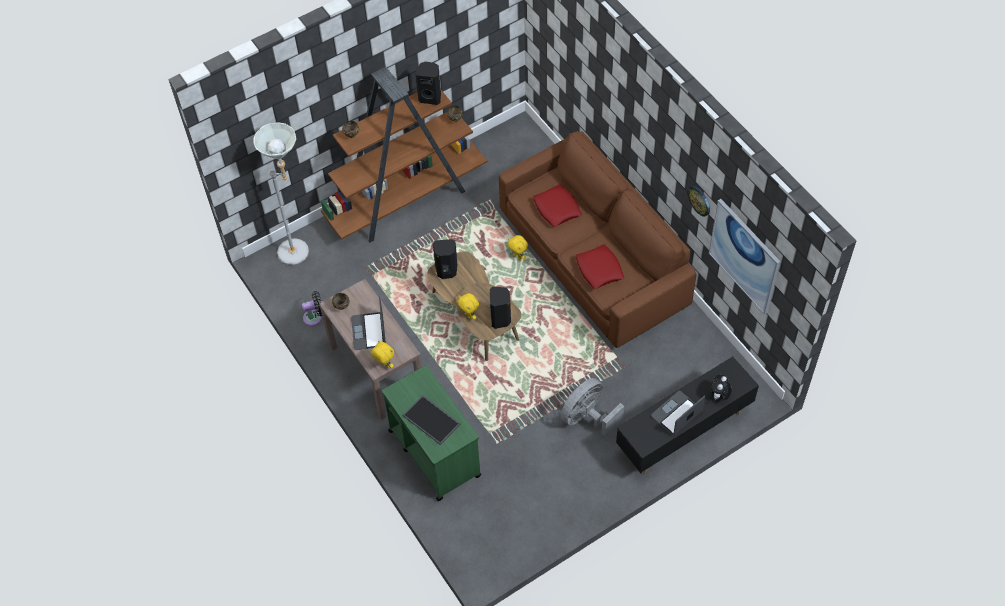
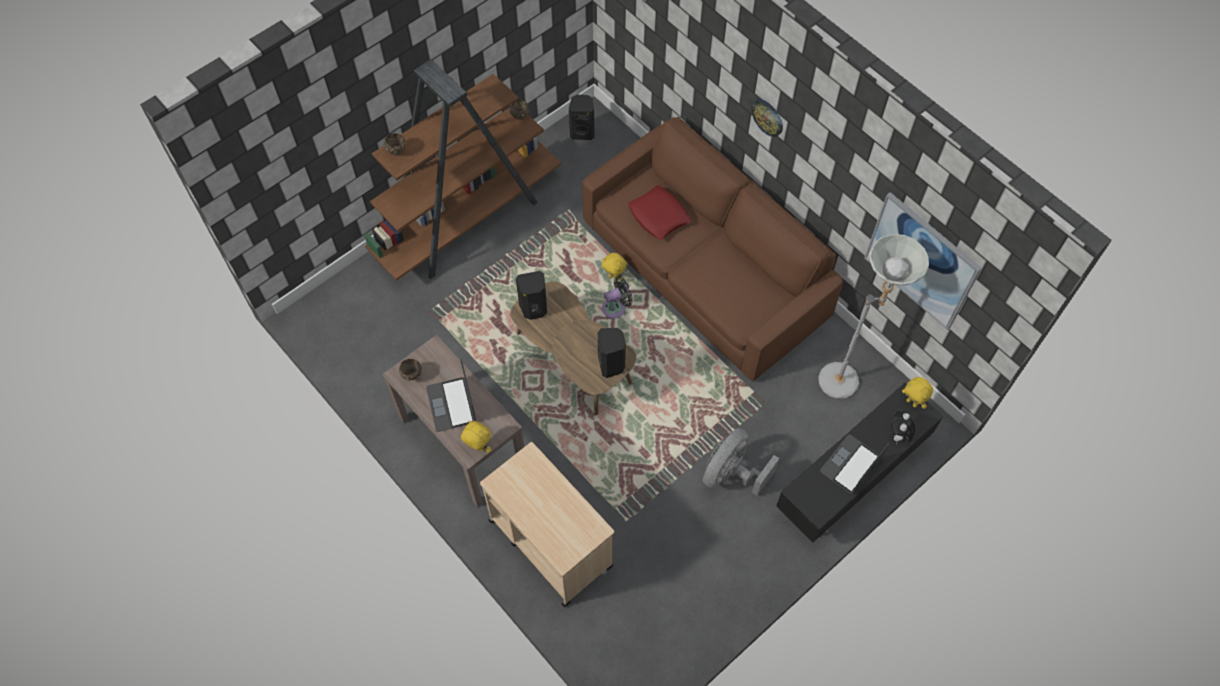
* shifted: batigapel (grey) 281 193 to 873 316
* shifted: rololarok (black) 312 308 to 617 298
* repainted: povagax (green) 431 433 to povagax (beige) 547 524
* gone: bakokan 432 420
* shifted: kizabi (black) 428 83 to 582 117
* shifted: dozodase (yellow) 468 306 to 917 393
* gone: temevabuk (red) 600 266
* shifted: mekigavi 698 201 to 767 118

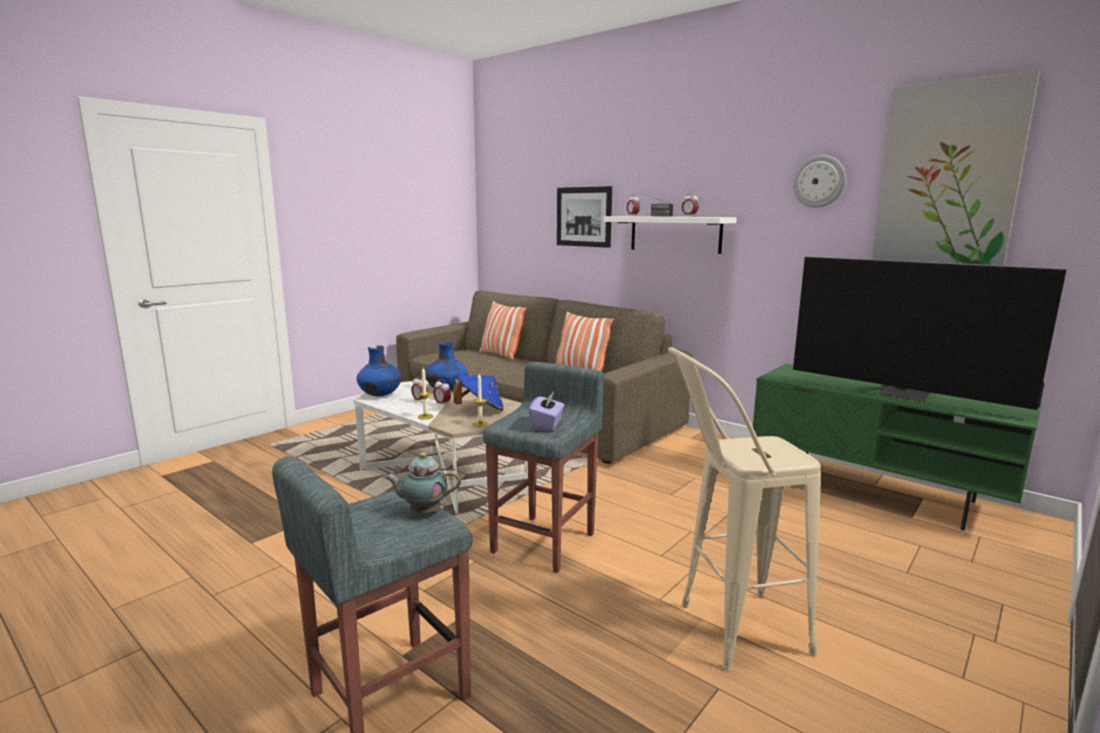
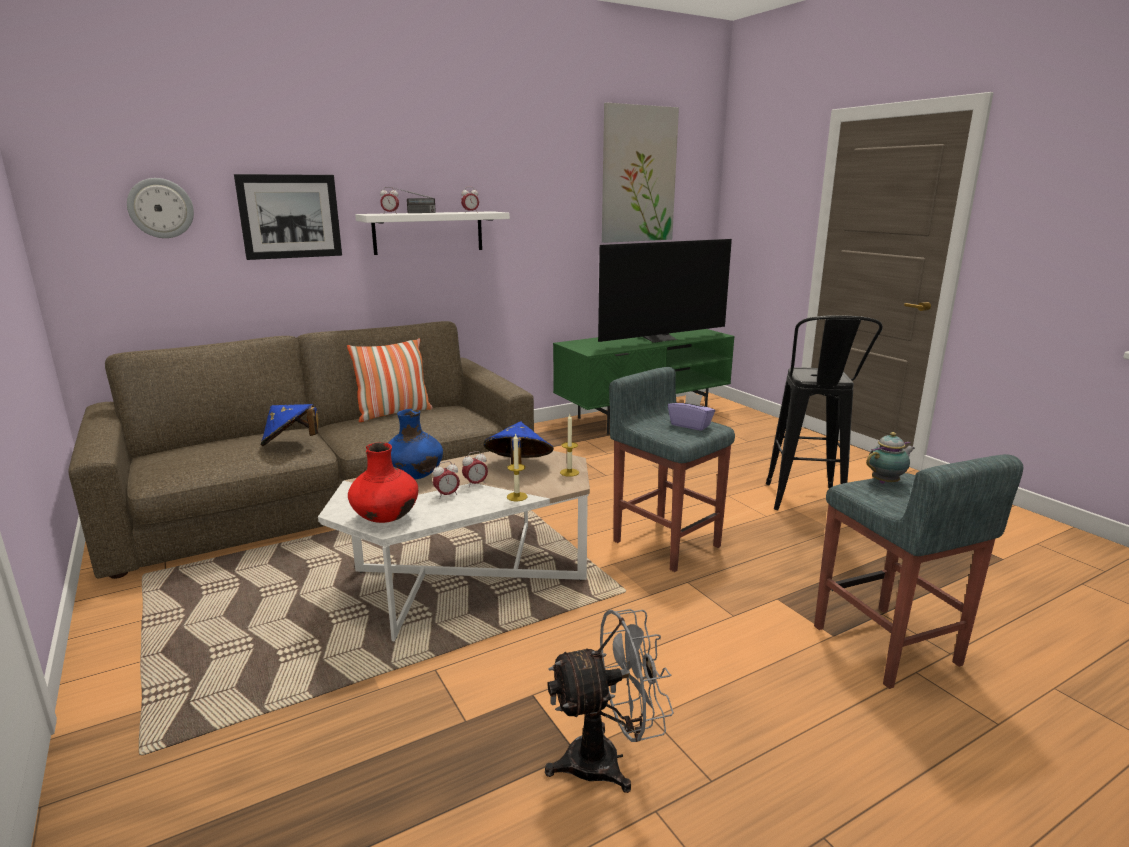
* repainted: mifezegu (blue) 379 371 to mifezegu (red) 383 482
* rotated: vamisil 422 483 = 890 458 135 degrees counterclockwise
* gone: temevabuk 502 330
* repainted: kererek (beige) 744 509 to kererek (black) 824 412
* shifted: mekigavi 819 181 to 160 208
* new: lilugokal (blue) 289 425
* new: rololarok (grey) 609 701

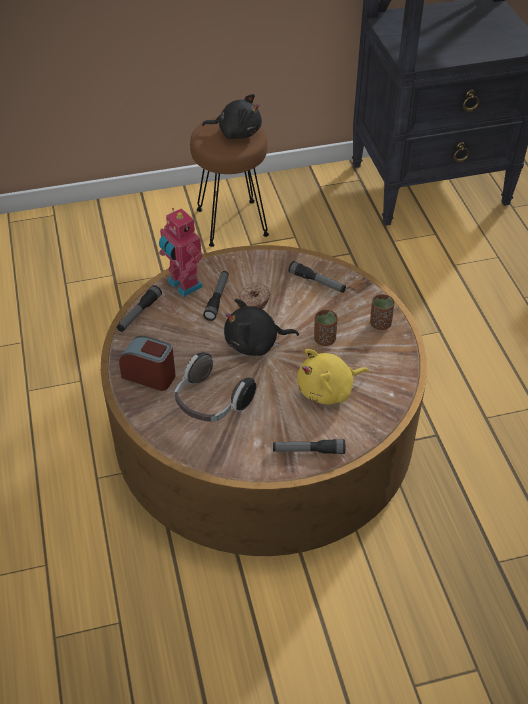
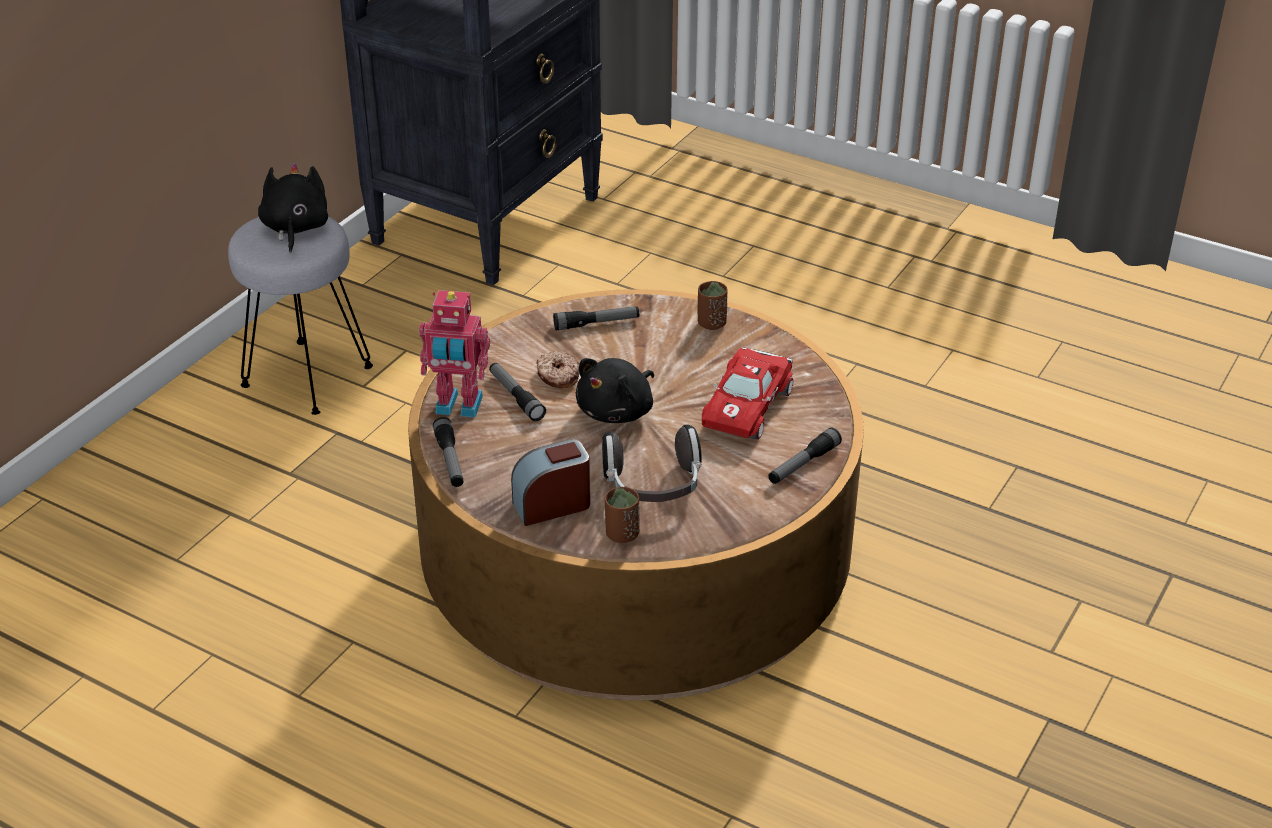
* repainted: kererek (brown) 229 182 to kererek (grey) 300 316
* rotated: dozodase (black) 232 116 = 293 208 60 degrees counterclockwise
* swapped: dozodase (yellow) 333 376 to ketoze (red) 747 393
* shifted: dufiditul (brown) 326 328 to 622 515

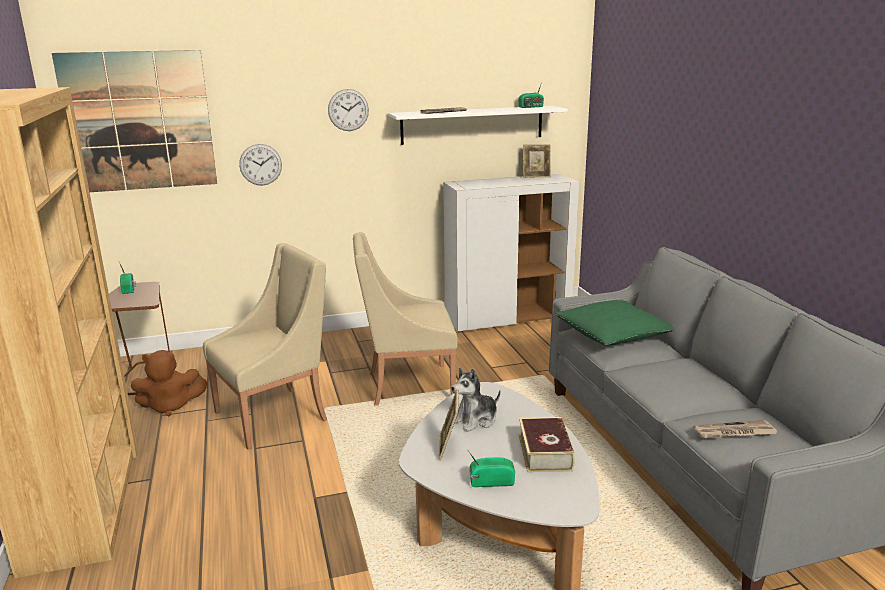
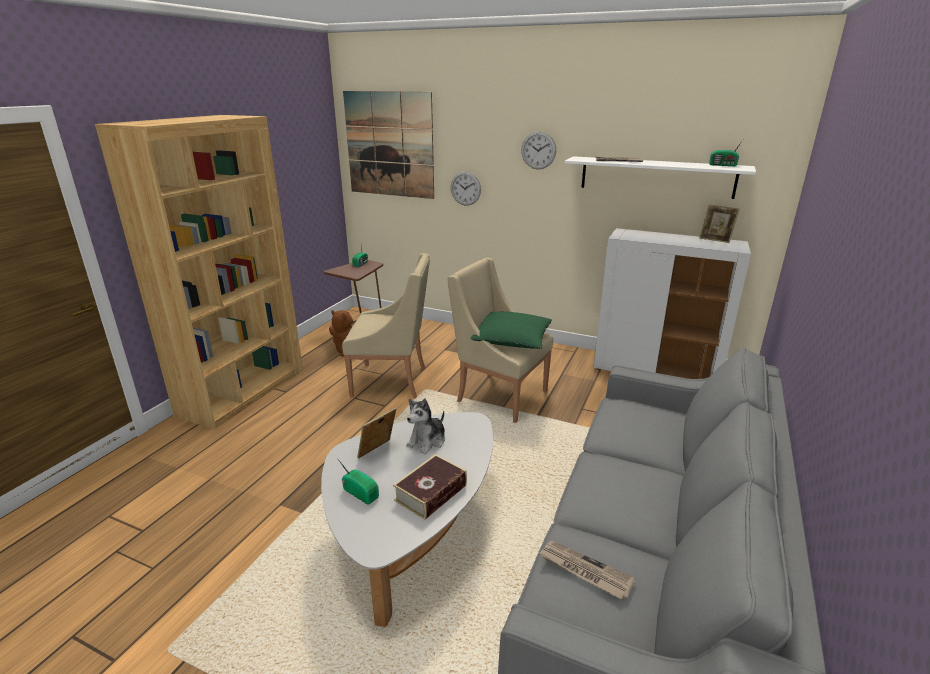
* rotated: dozodase 476 400 = 425 426 60 degrees counterclockwise
* shifted: temevabuk (green) 615 323 to 511 330

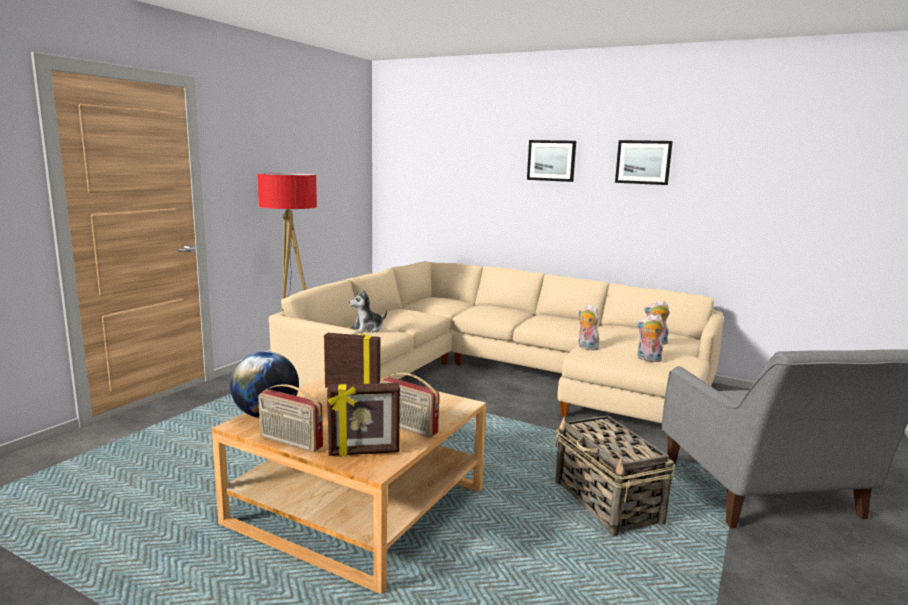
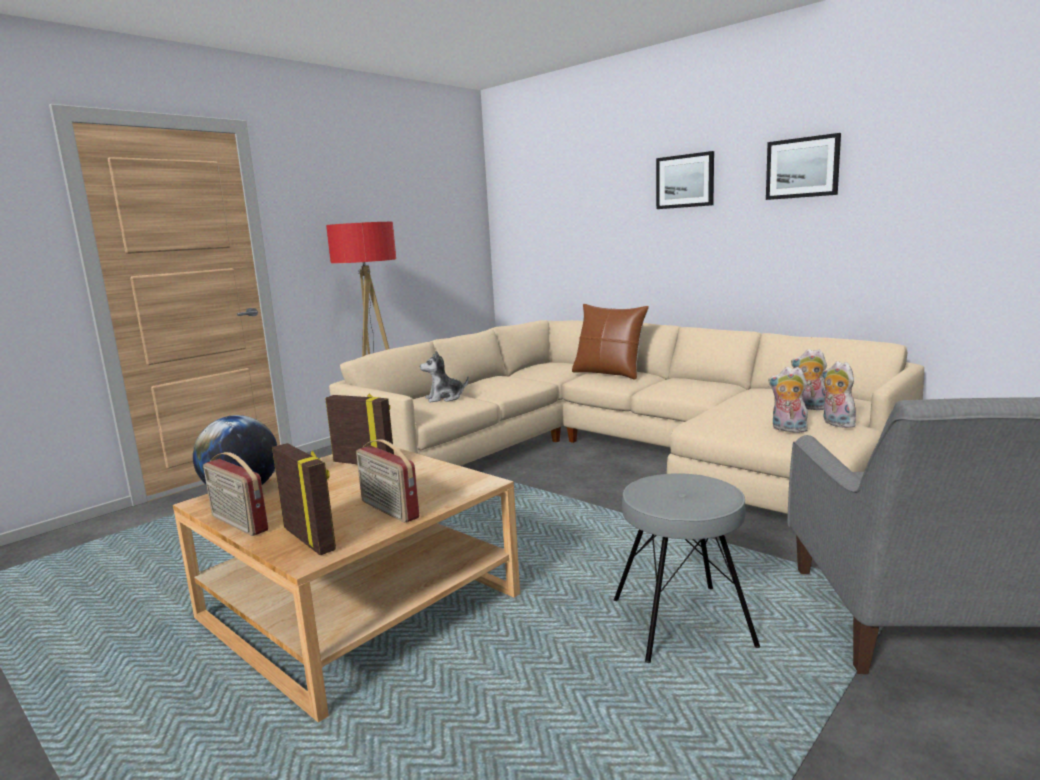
* rotated: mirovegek 363 420 = 304 499 135 degrees counterclockwise
* swapped: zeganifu 615 475 to kererek (grey) 687 568
* shifted: dozodase 589 327 to 841 394
* new: temevabuk (brown) 610 342

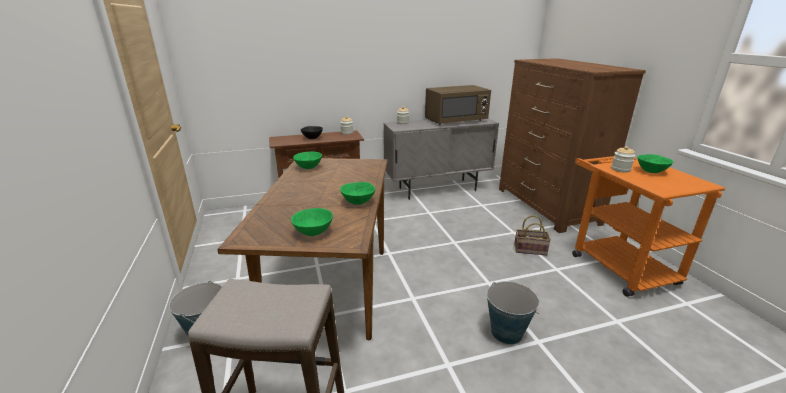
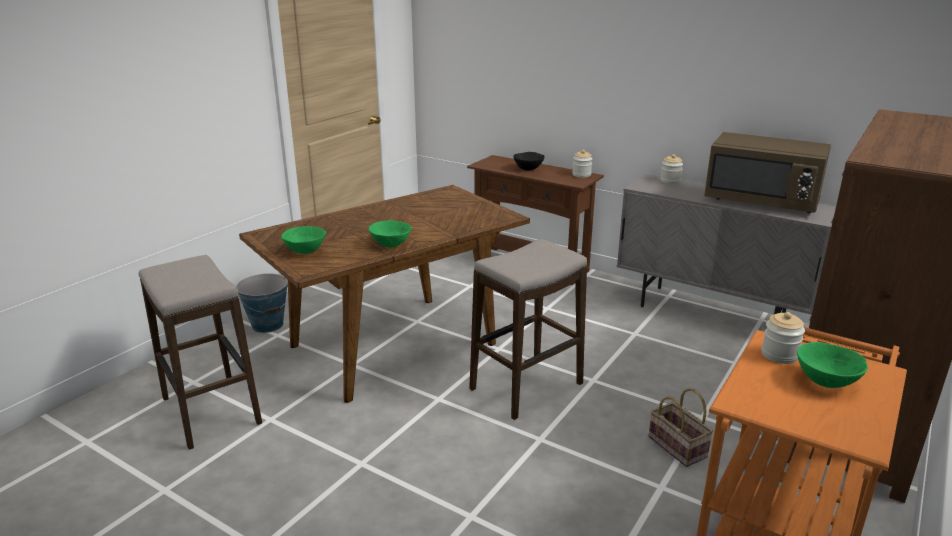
* gone: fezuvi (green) 307 160
* gone: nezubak 513 313
* new: kererek 528 329

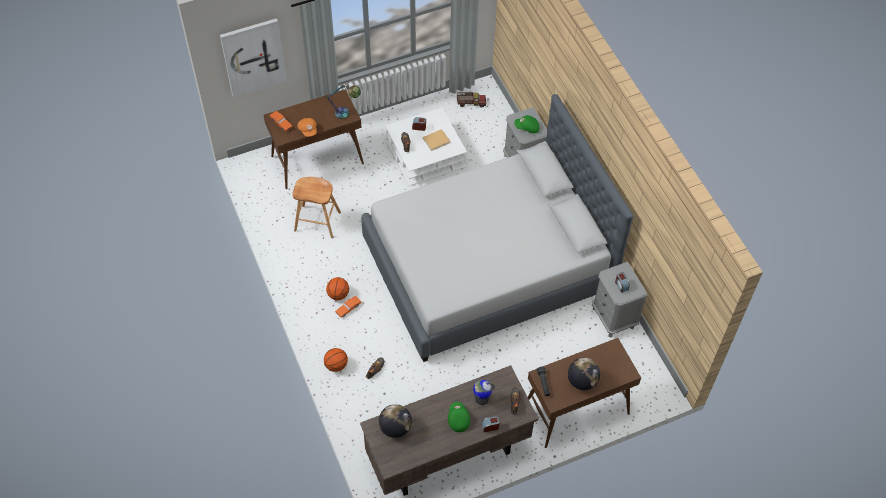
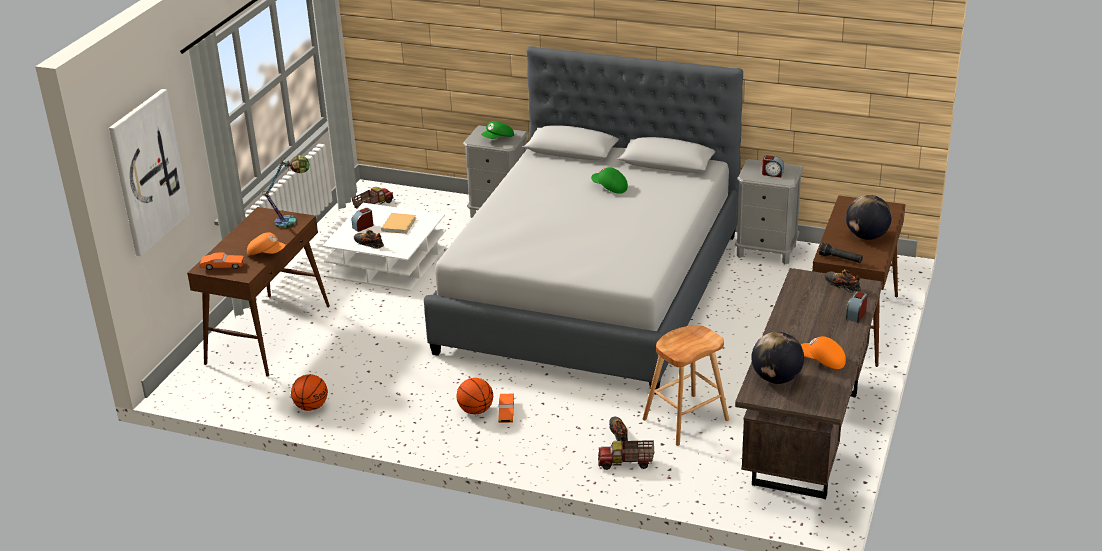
* shifted: kererek (brown) 316 207 to 686 385
* shifted: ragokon 336 360 to 309 392
* shifted: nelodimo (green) 459 417 to 609 180
* gone: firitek 484 392
* new: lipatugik 626 455
* new: nelodimo (orange) 823 352

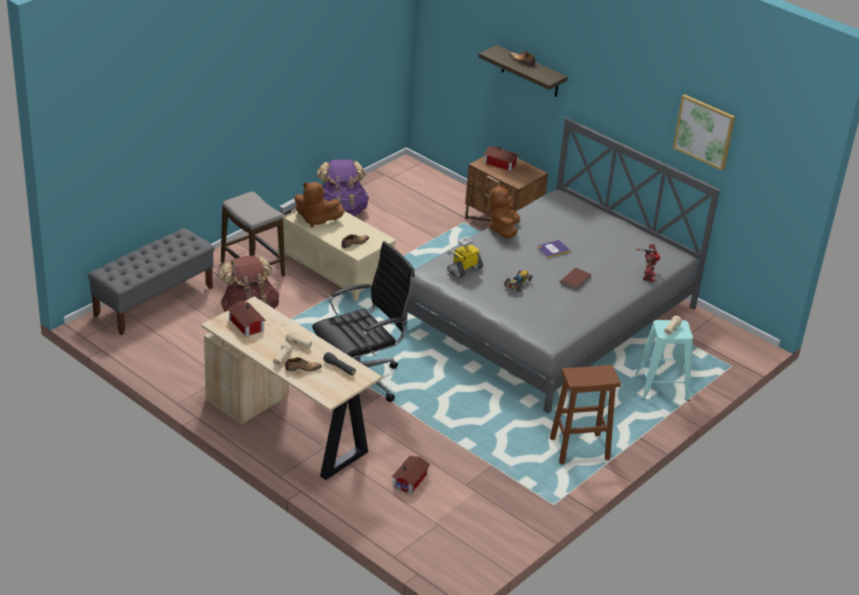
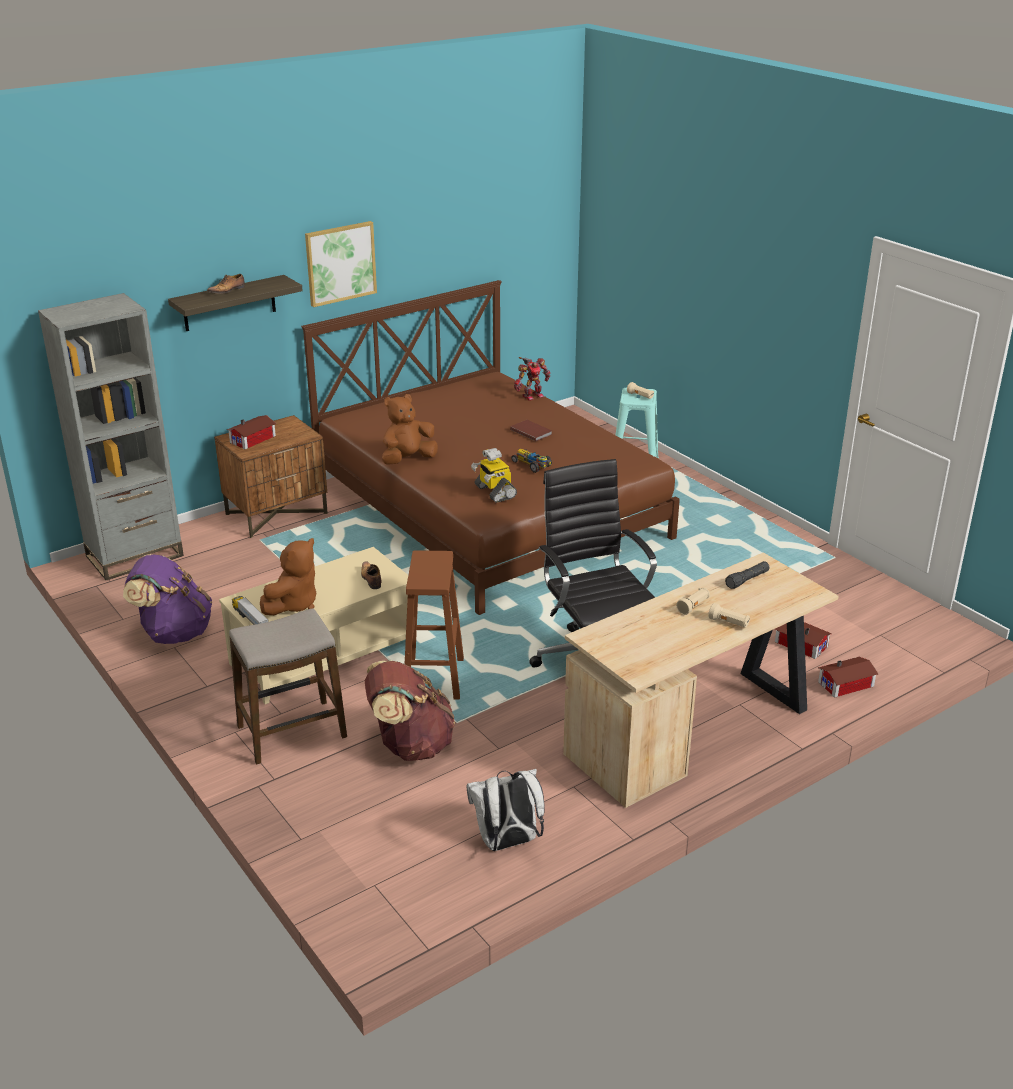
* gone: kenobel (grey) 151 281
* shifted: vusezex 247 319 to 848 677
* gone: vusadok 303 364
* repainted: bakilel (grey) 562 265 to bakilel (brown) 490 447
* rotated: dozodase (brown) 504 211 = 410 429 120 degrees clockwise
* gone: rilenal 553 249
* shifted: kererek (brown) 585 414 to 434 625
* rotated: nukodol 648 263 = 532 379 120 degrees clockwise
* shifted: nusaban 704 132 to 341 264
* new: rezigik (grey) 111 436
* new: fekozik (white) 505 810

